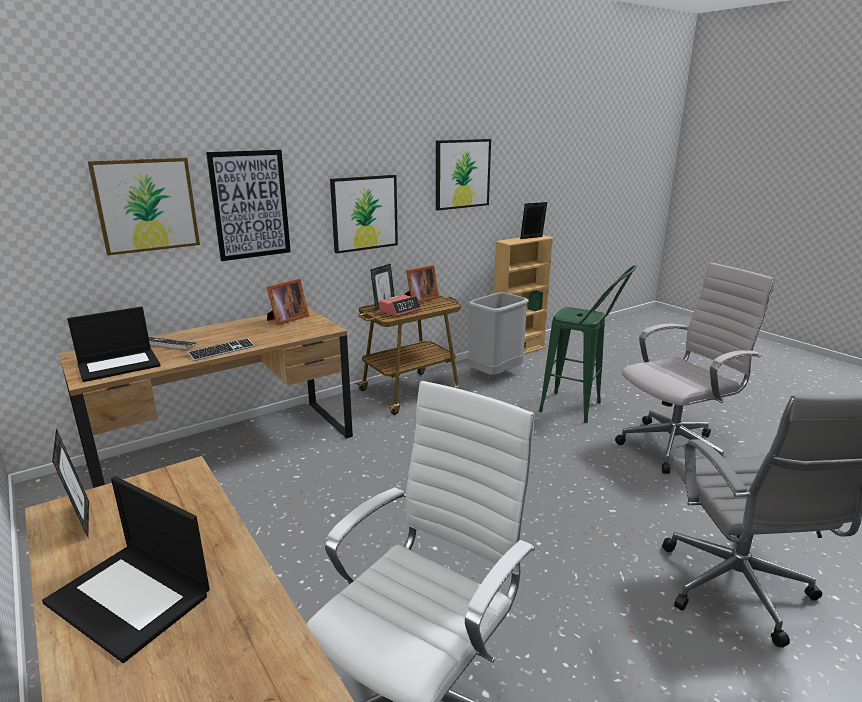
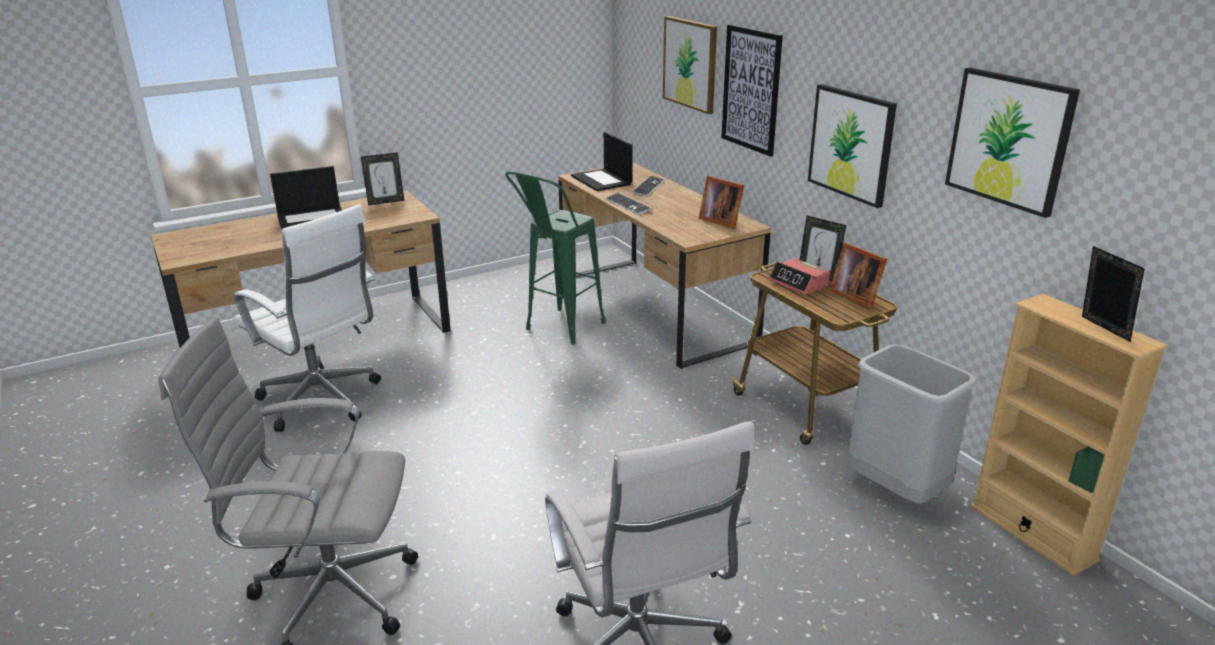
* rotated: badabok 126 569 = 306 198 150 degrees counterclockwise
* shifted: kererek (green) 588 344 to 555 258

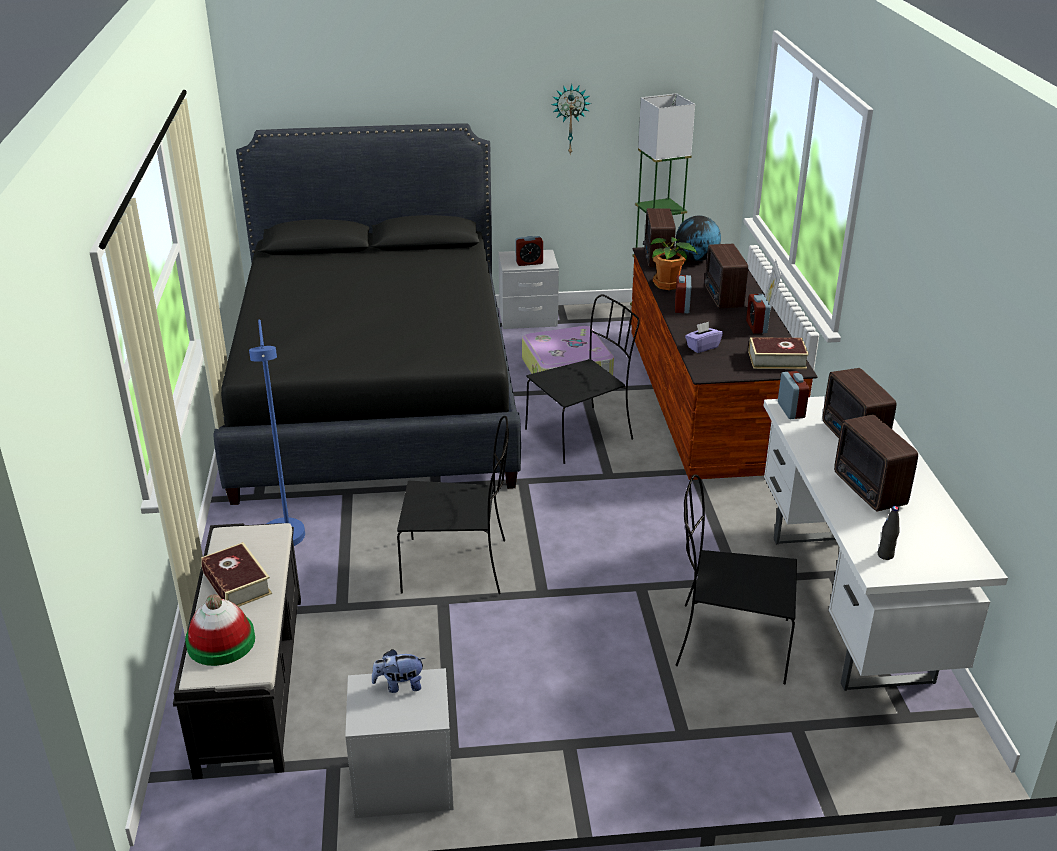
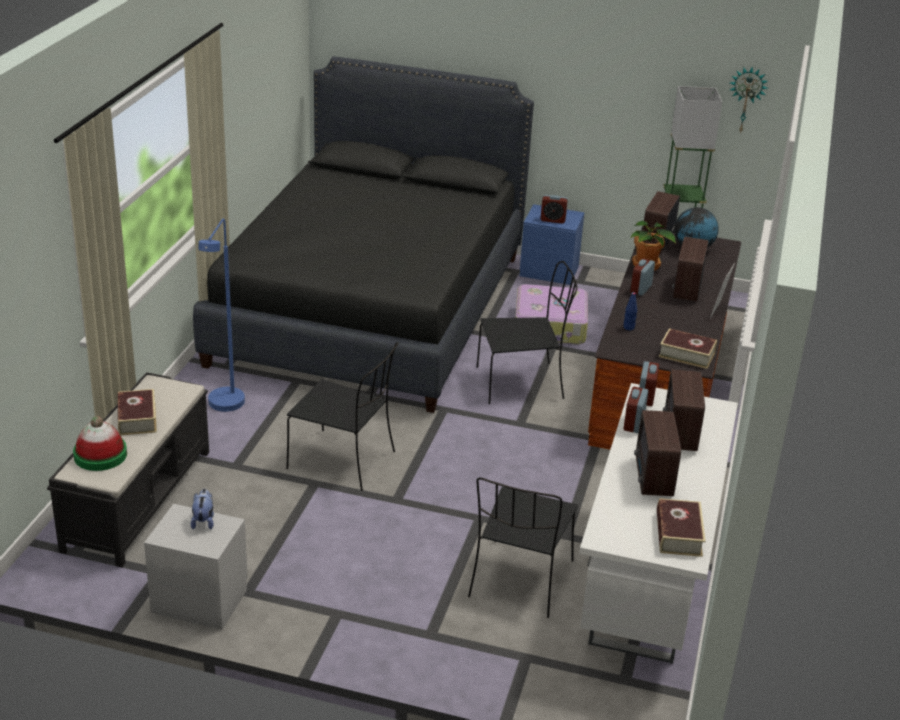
* rotated: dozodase 398 671 = 202 509 75 degrees clockwise
* repainted: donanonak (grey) 529 289 to donanonak (blue) 552 244
* shifted: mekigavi 571 119 to 749 101
* rotated: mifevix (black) 736 579 = 523 547 105 degrees counterclockwise
* swapped: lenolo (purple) 704 337 to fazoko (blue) 630 311
* shifted: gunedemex 758 314 to 635 410
* gone: fazoko (black) 888 533
* new: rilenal 681 527

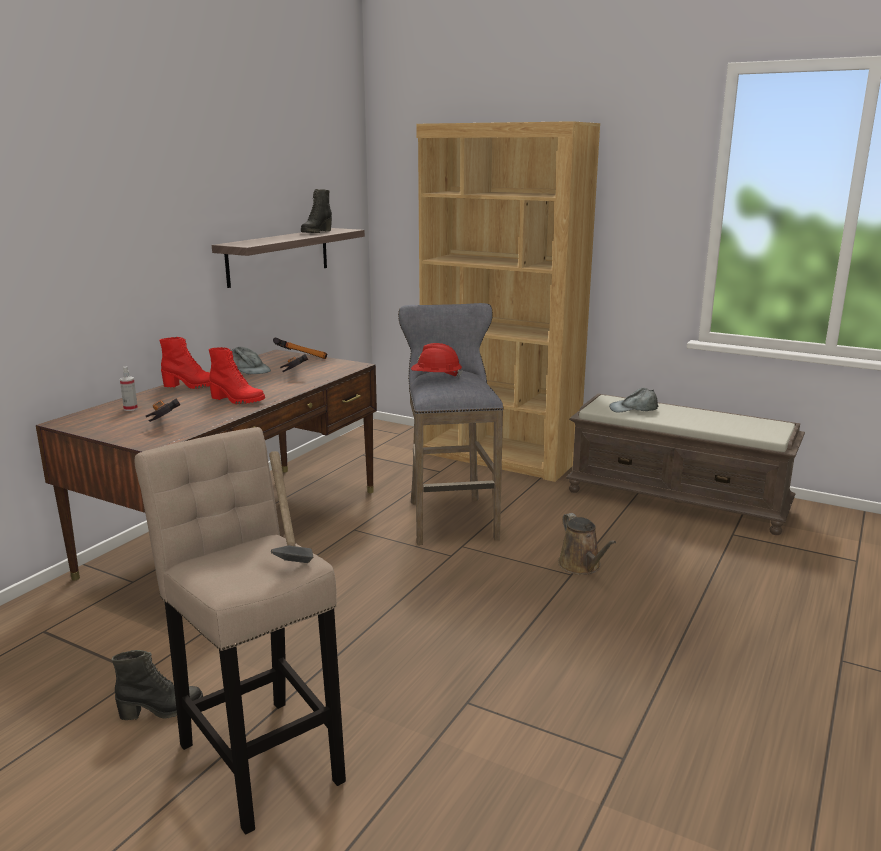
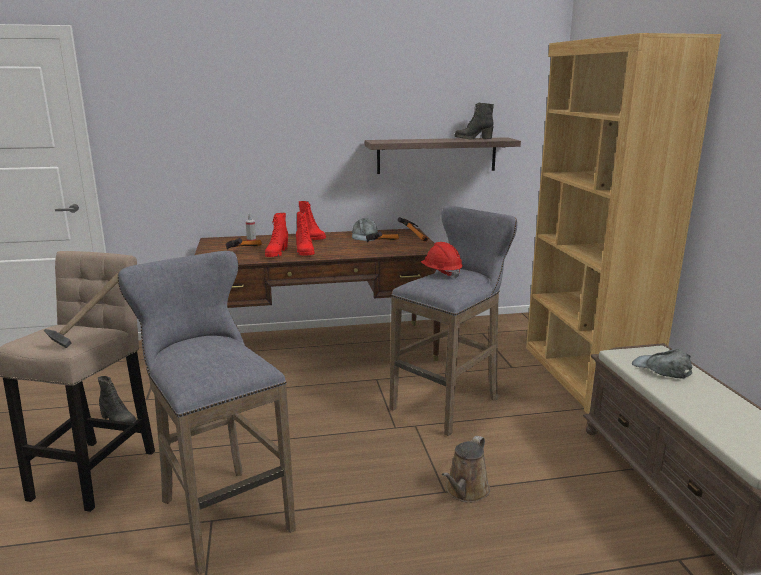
* new: kererek (grey) 207 413
* new: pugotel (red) 276 235

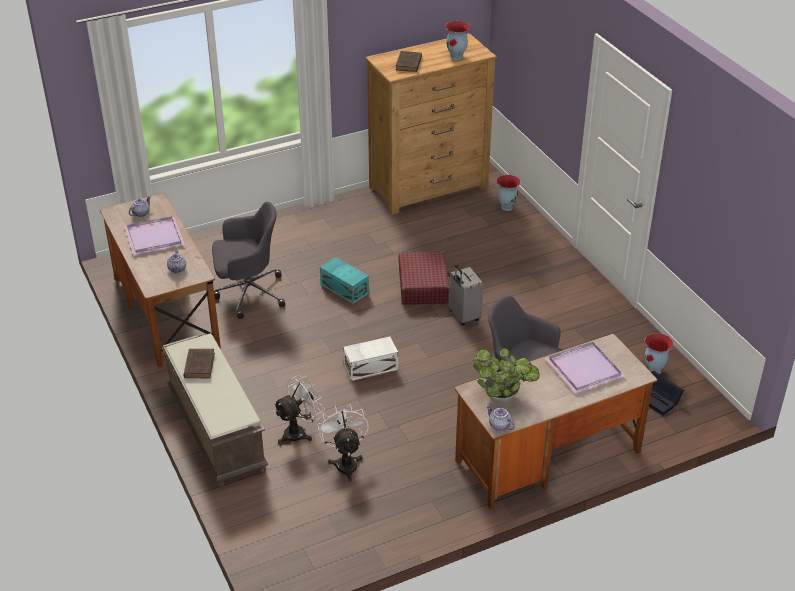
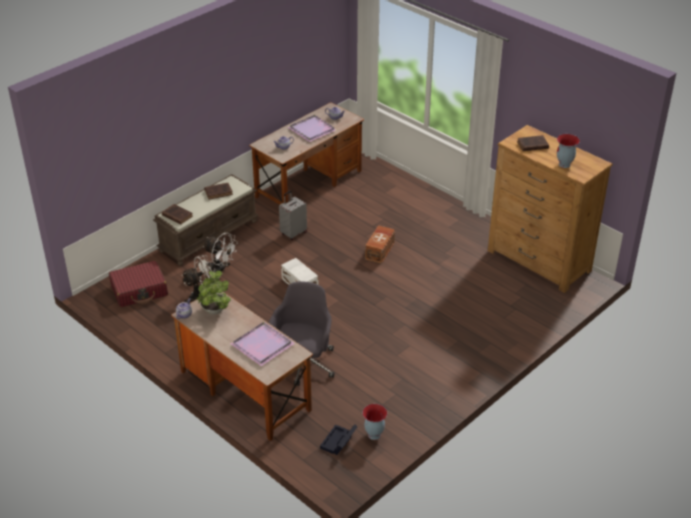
* gone: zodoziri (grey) 248 260
* repainted: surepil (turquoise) 344 280 to surepil (brown) 380 244
* shifted: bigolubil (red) 424 278 to 138 284
* shifted: bigolubil (grey) 466 295 to 293 215
* gone: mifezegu 509 193
* new: rilenal (brown) 177 214

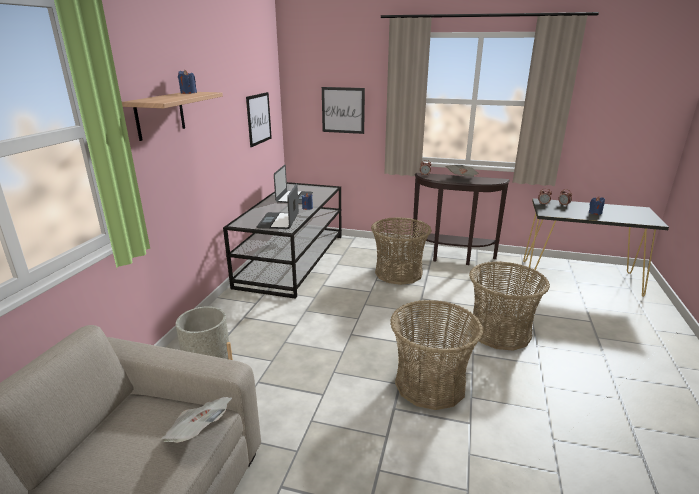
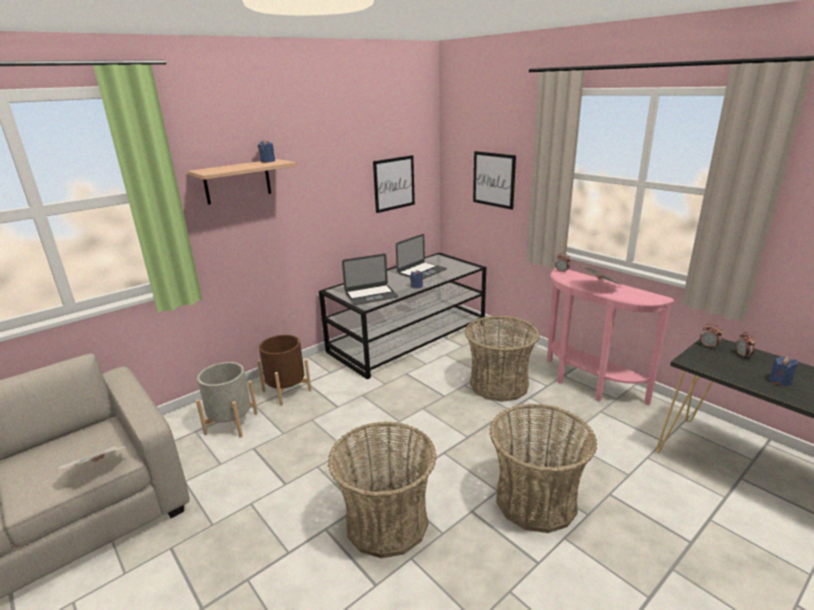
* rotated: badabok 278 206 = 370 279 150 degrees counterclockwise
* repainted: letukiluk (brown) 461 219 to letukiluk (pink) 610 336
* new: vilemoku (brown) 284 370

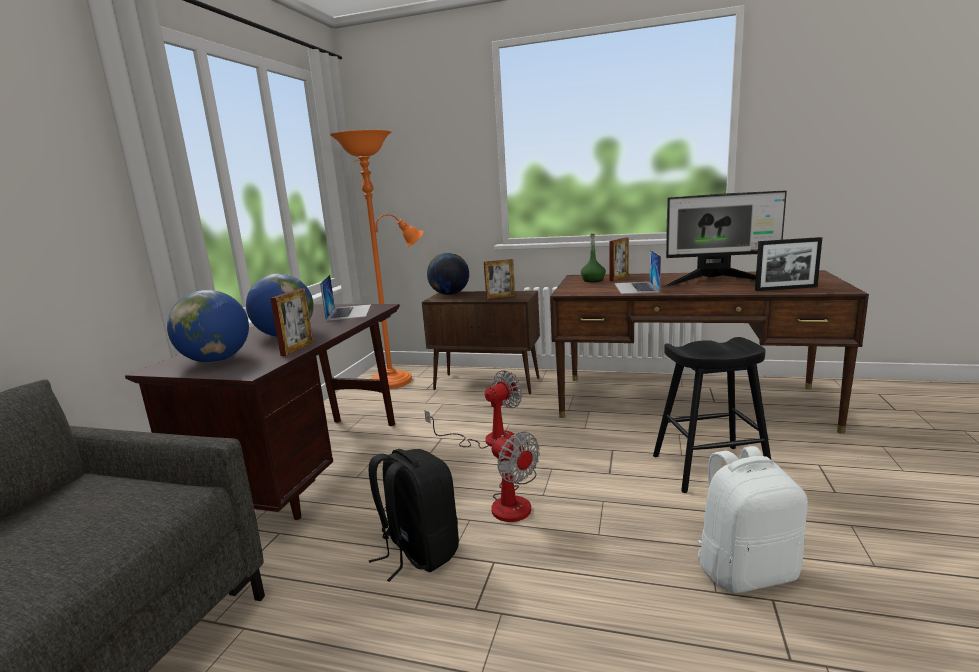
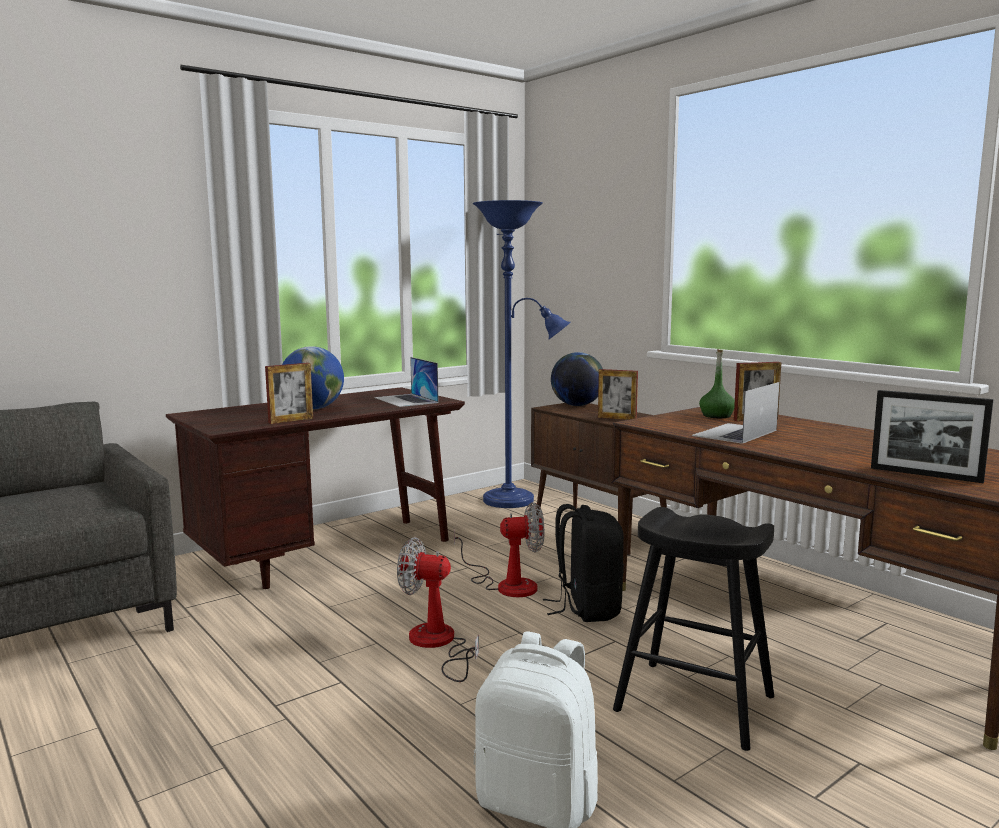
* gone: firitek 208 326
* rotated: badabok 345 298 = 406 382 120 degrees clockwise
* repainted: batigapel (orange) 377 259 to batigapel (blue) 522 354
* shifted: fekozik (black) 413 515 to 583 563
* rotated: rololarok 515 476 = 438 609 105 degrees clockwise
* gone: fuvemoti 725 239

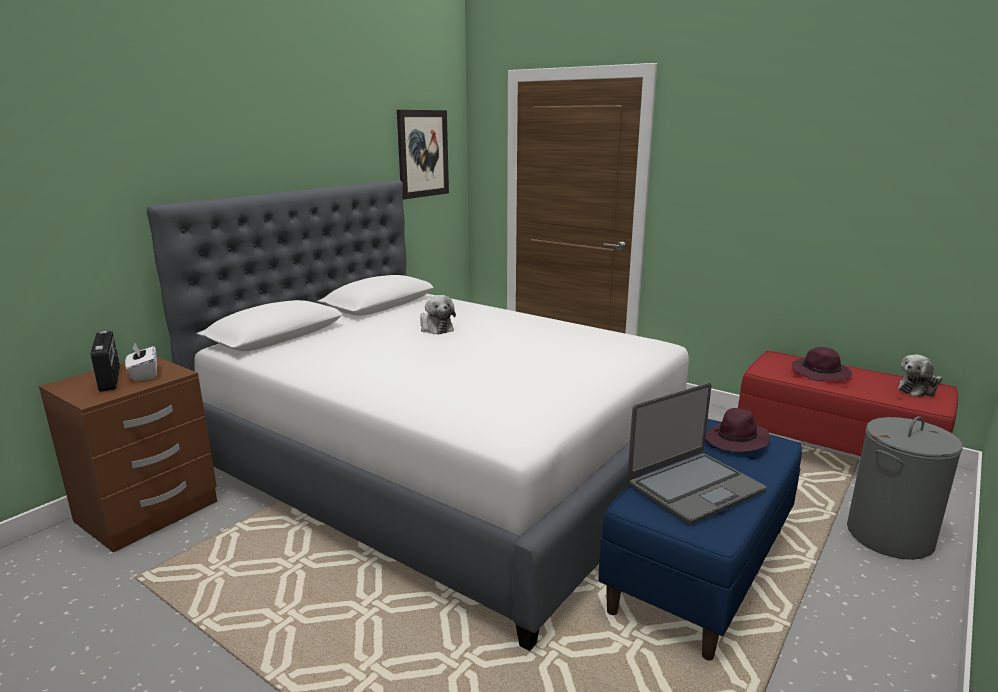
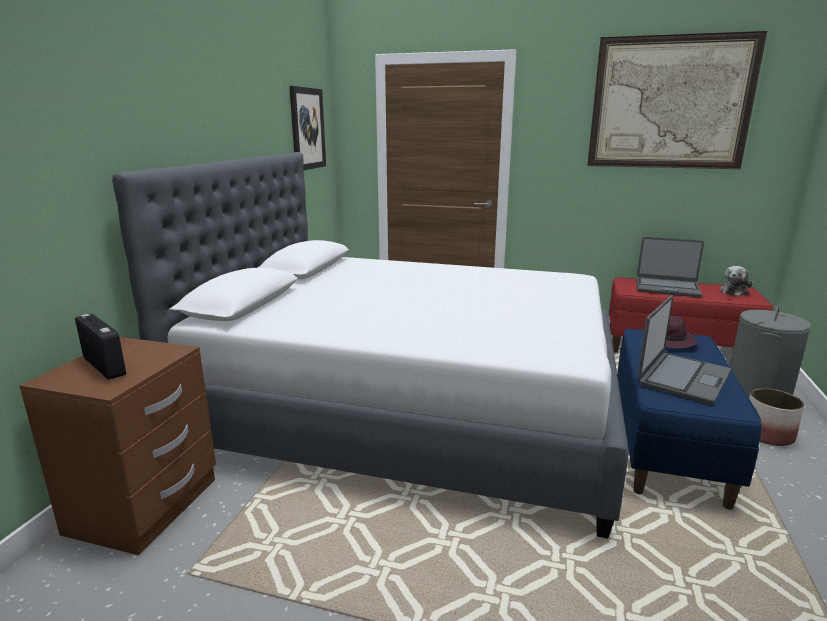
* gone: lenolo (white) 141 361
* gone: dozodase 438 314
* swapped: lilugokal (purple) 822 364 to badabok 670 267
* new: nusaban 677 100
* new: vilemoku 776 417

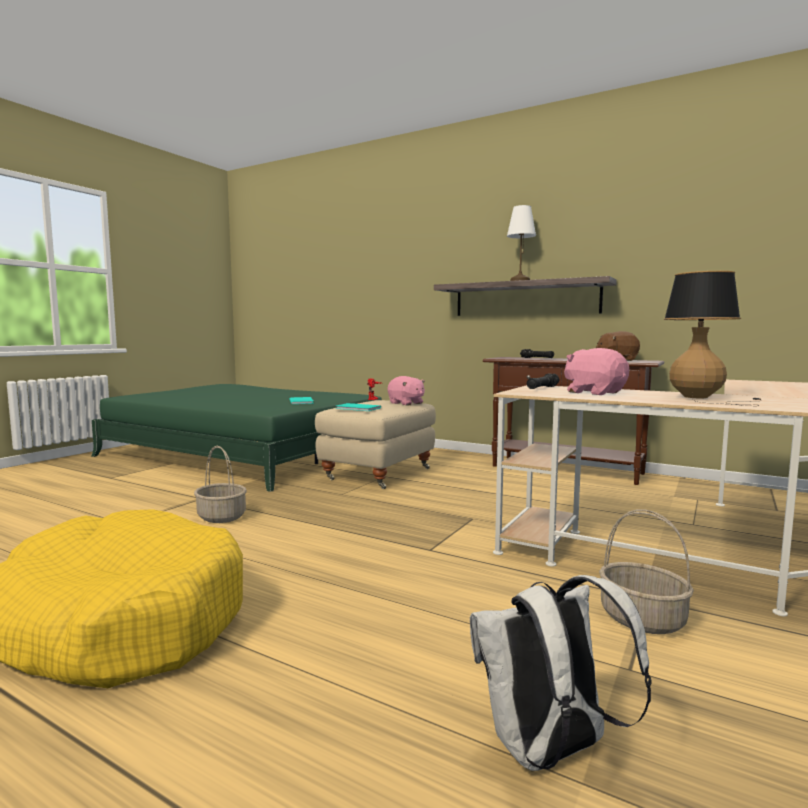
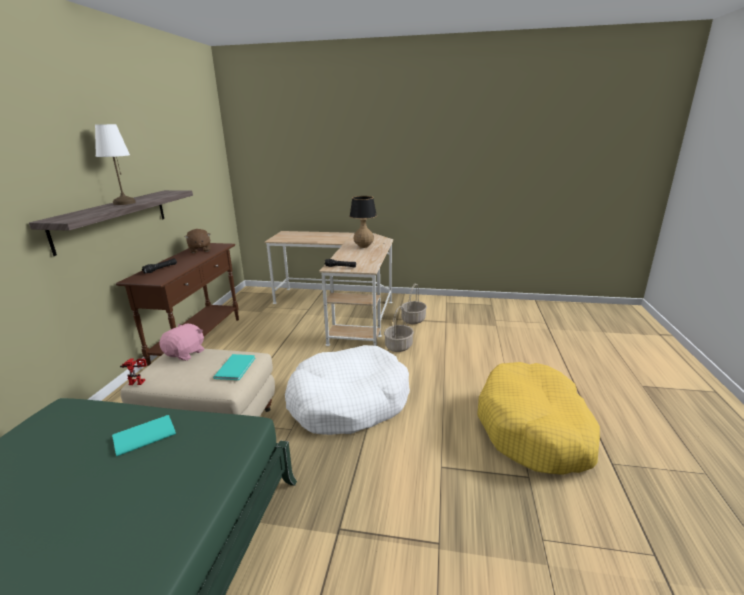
* shifted: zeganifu 220 484 to 399 329
* gone: fekozik (white) 561 673
* gone: dozodase (pink) 596 371
* new: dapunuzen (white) 347 390

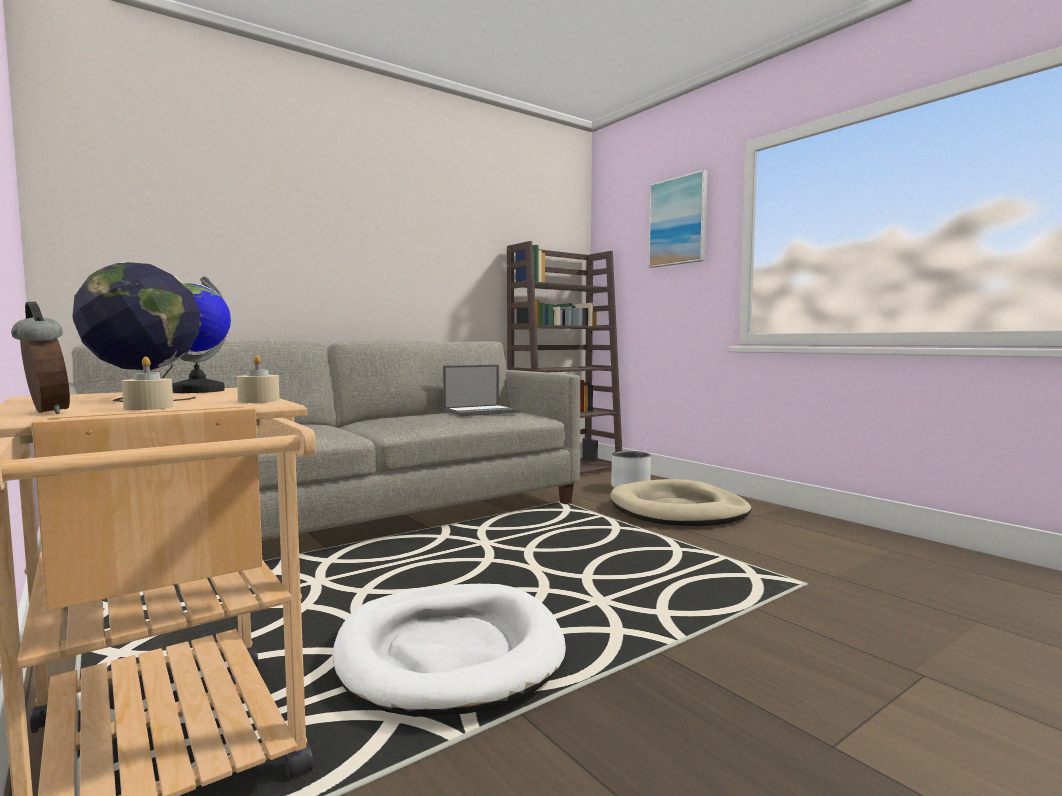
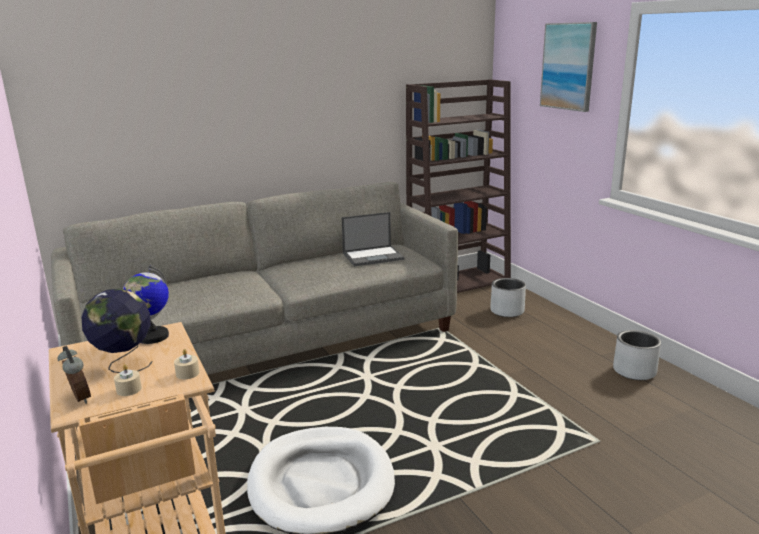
* gone: dapunuzen (beige) 681 502
* new: vilemoku (grey) 637 355

